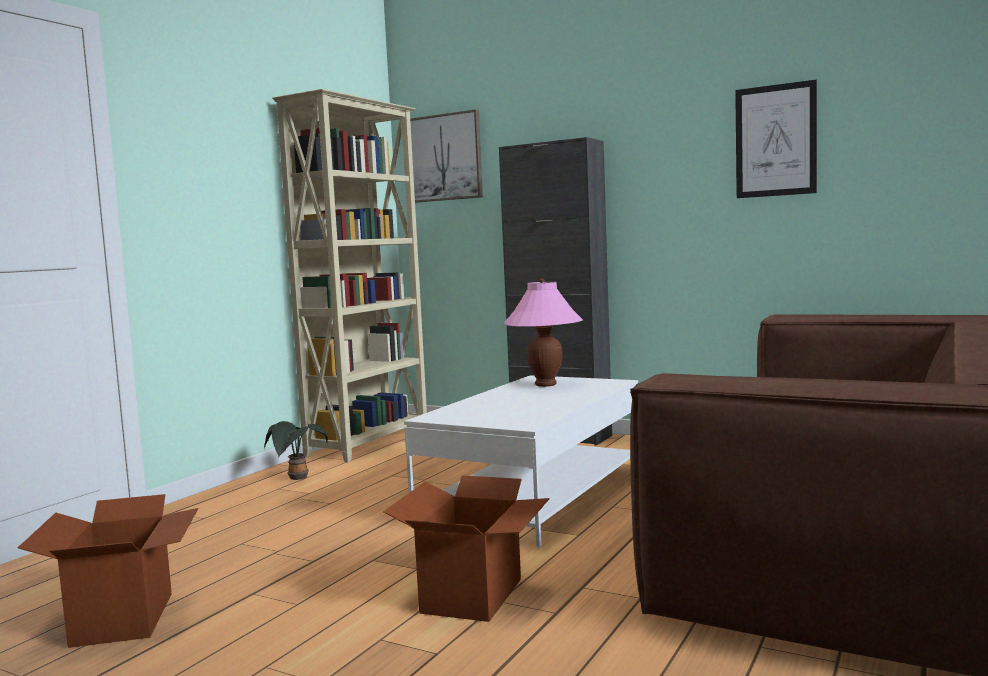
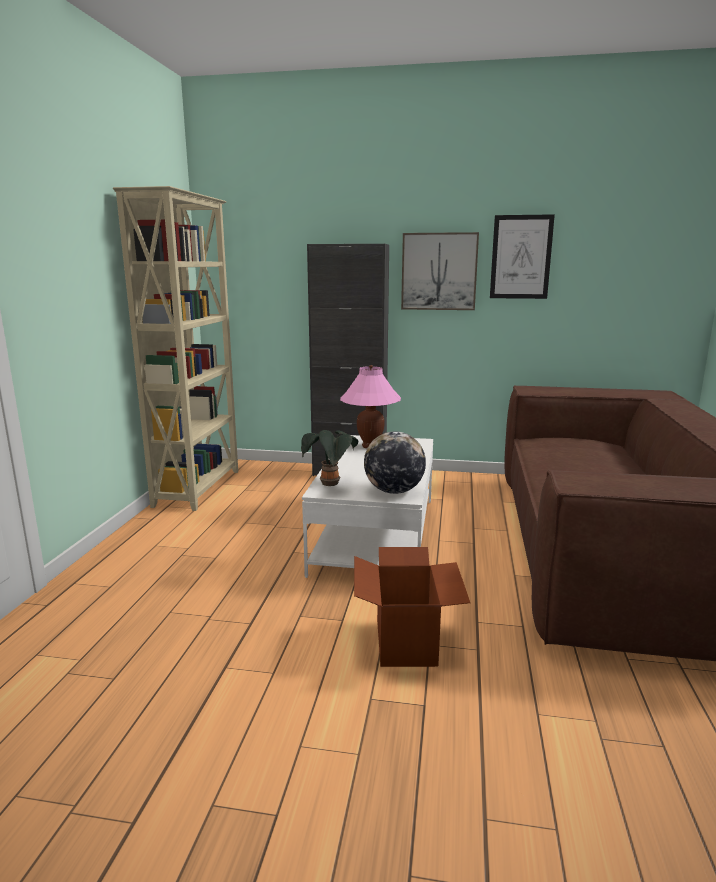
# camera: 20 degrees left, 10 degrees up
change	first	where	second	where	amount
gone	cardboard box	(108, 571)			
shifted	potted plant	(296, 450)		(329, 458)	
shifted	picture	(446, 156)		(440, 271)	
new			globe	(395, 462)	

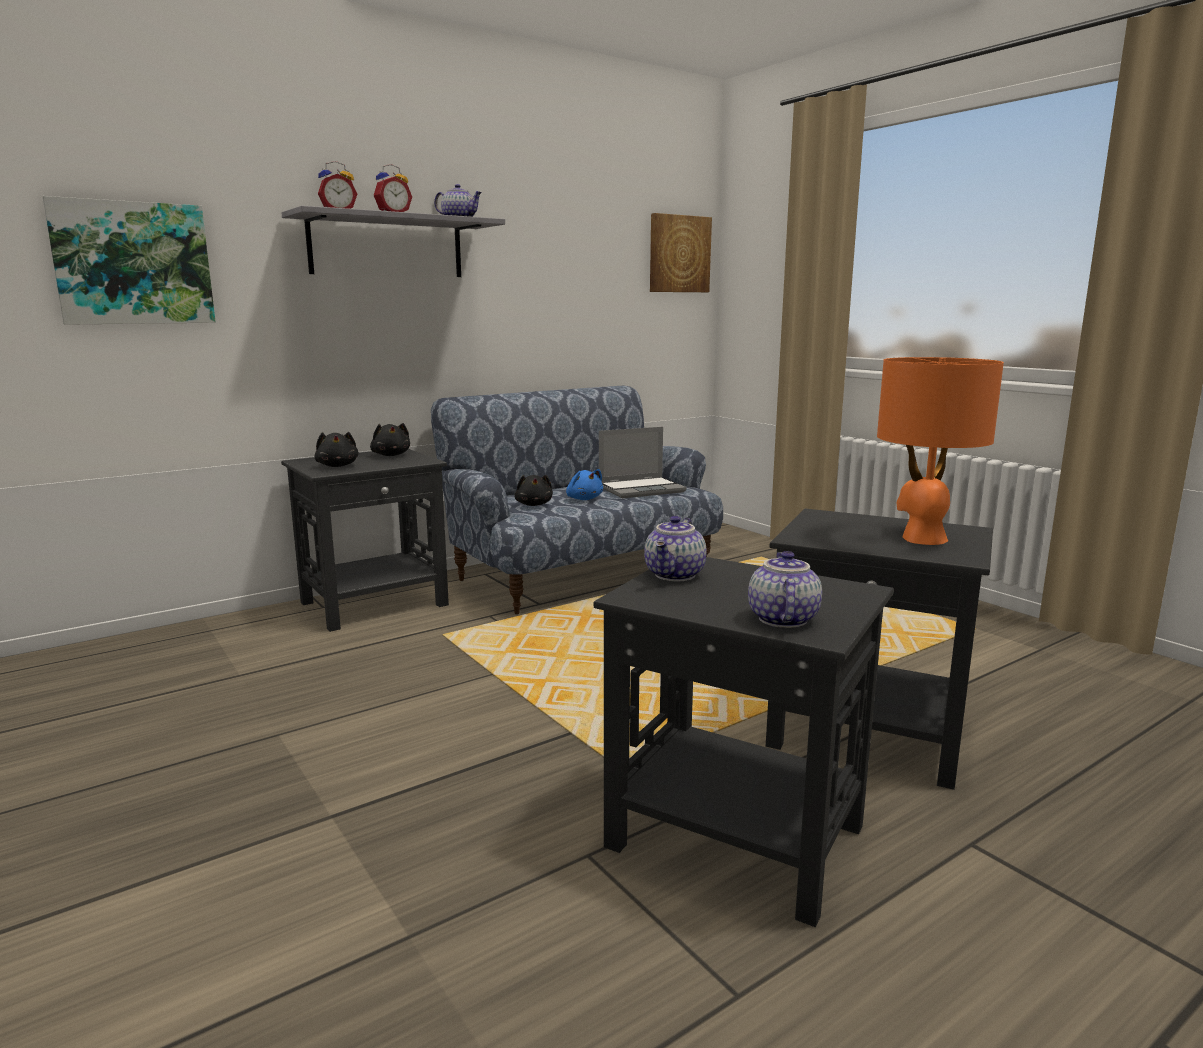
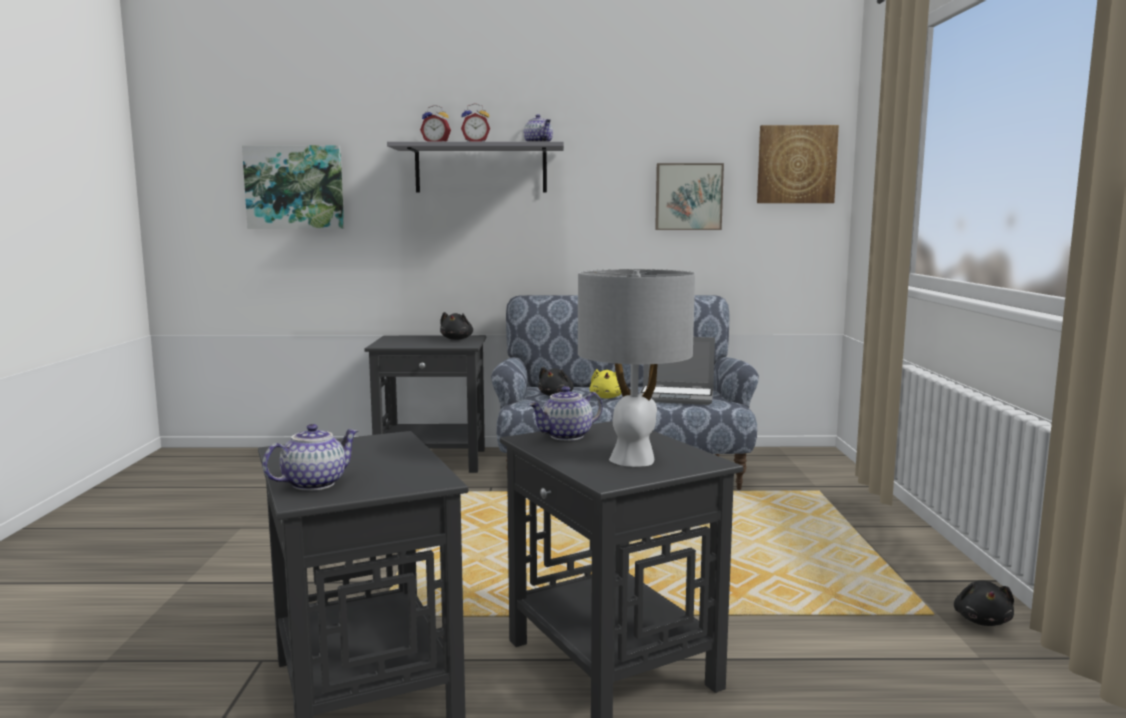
# camera: 35 degrees right, 5 degrees down
change	first	where	second	where	amount
shifted	plush toy (black)	(336, 449)		(984, 603)	
repainted	plush toy (blue)	(584, 484)	plush toy (yellow)	(606, 384)	
shifted	teapot	(675, 548)		(566, 413)	
repainted	table lamp (orange)	(940, 451)	table lamp (grey)	(636, 368)	
new			picture	(689, 196)	

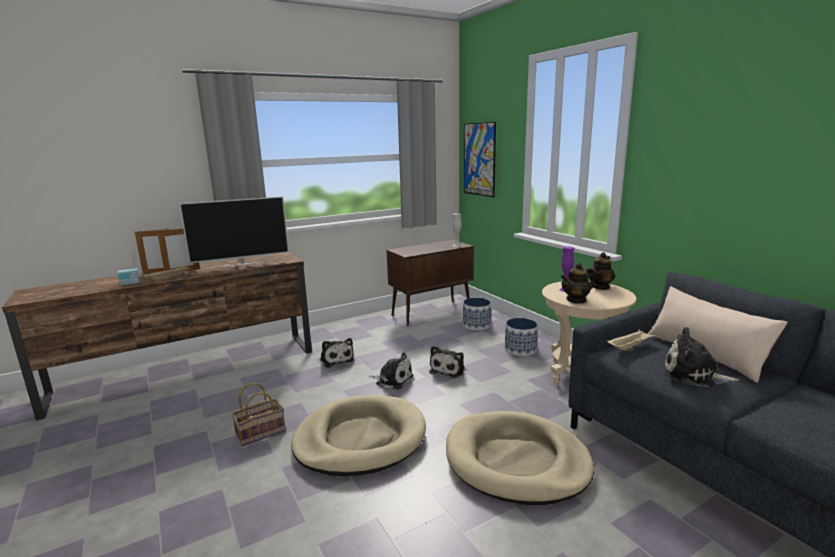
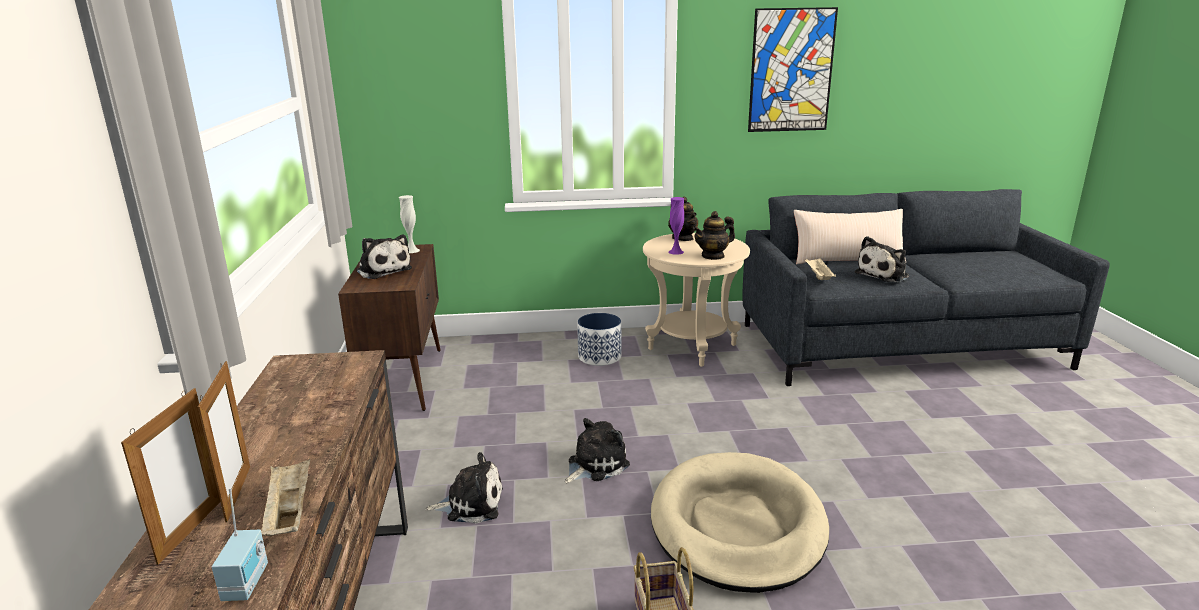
# camera: 65 degrees left, 5 degrees up
change	first	where	second	where	amount
gone	television	(234, 232)			
shifted	plush toy	(447, 362)		(384, 256)	
gone	dog bed (beige)	(520, 458)			
gone	planter	(477, 314)			
shifted	picture	(480, 159)		(793, 69)	
rotated	teapot	(577, 283)		(714, 235)	60 degrees clockwise

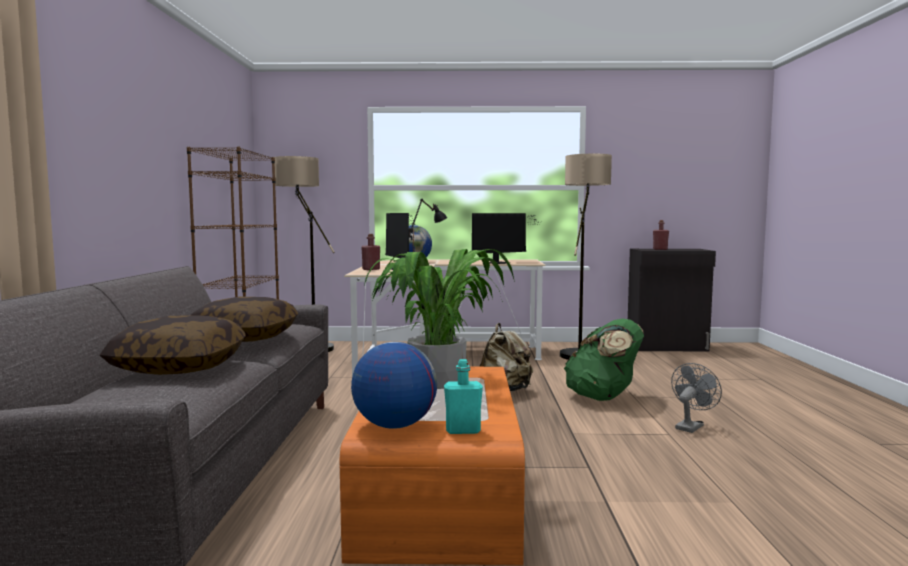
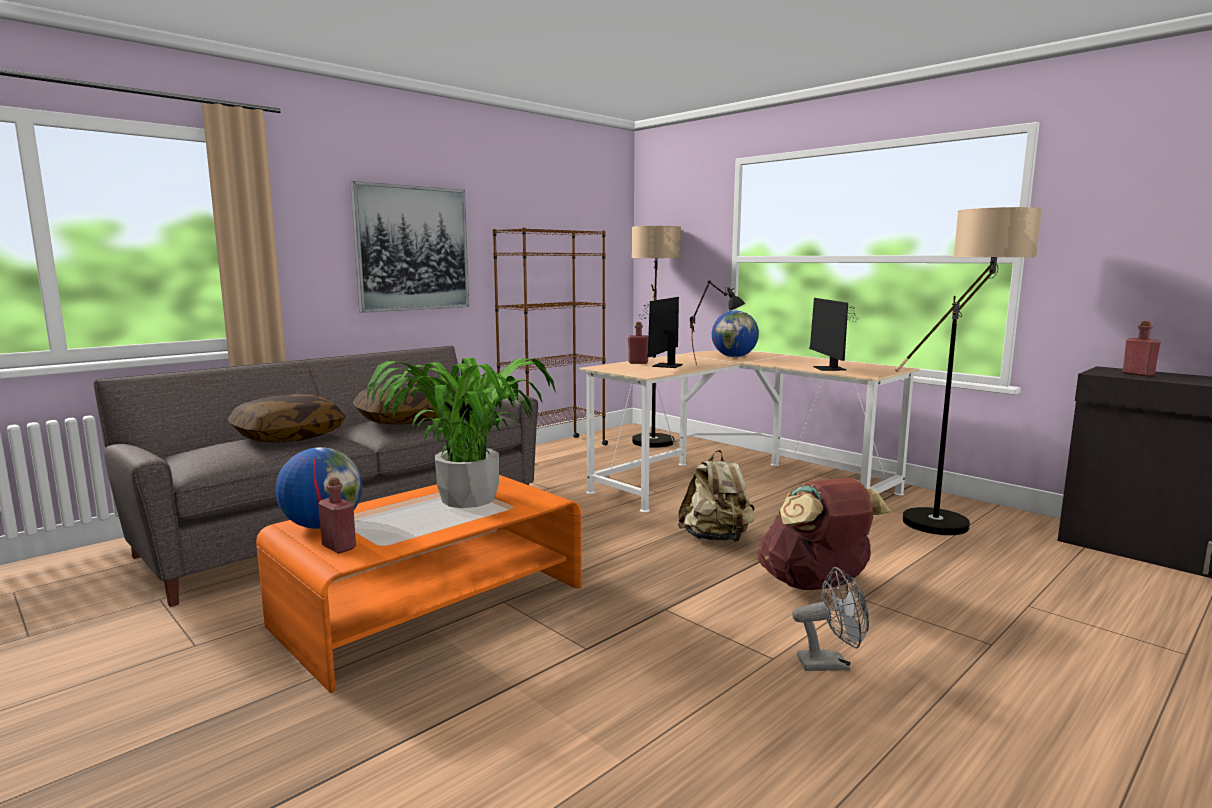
# camera: 45 degrees right, 5 degrees up
change	first	where	second	where	amount
repainted	bottle (turquoise)	(463, 396)	bottle (red)	(337, 515)	
rotated	monitor	(504, 238)		(832, 334)	75 degrees clockwise
repainted	backpack (green)	(604, 360)	backpack (brown)	(824, 534)	
new			picture	(409, 247)	

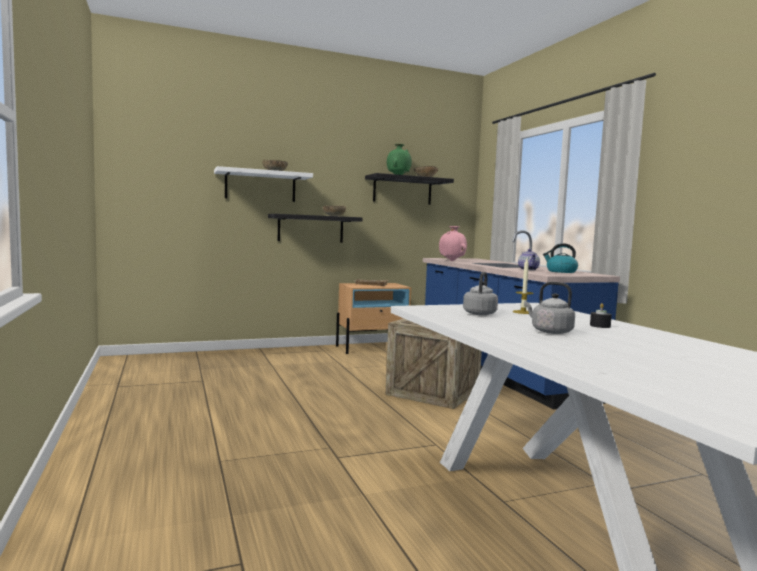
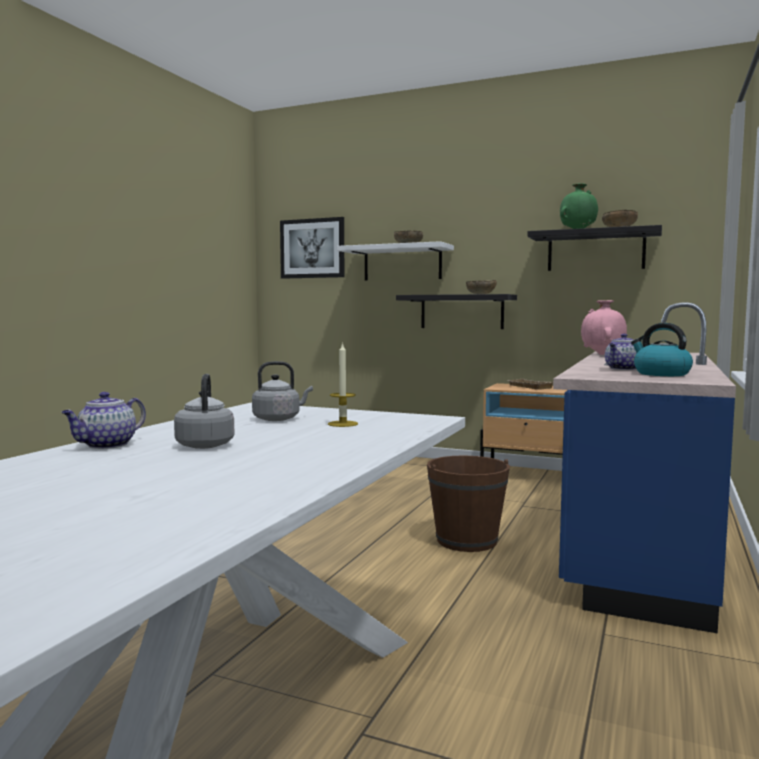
# camera: 45 degrees right, 0 degrees up
change	first	where	second	where	amount
swapped	crate	(434, 364)	bucket (brown)	(468, 503)	
gone	candle (black)	(601, 315)			
new			teapot	(103, 420)	
new			picture	(312, 248)	

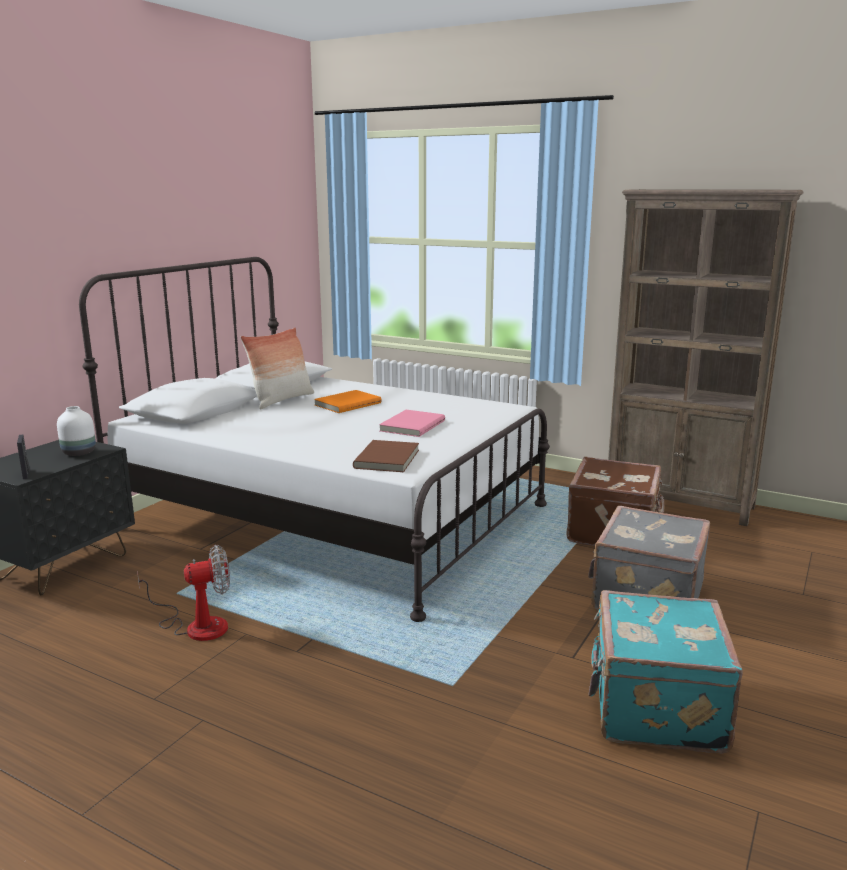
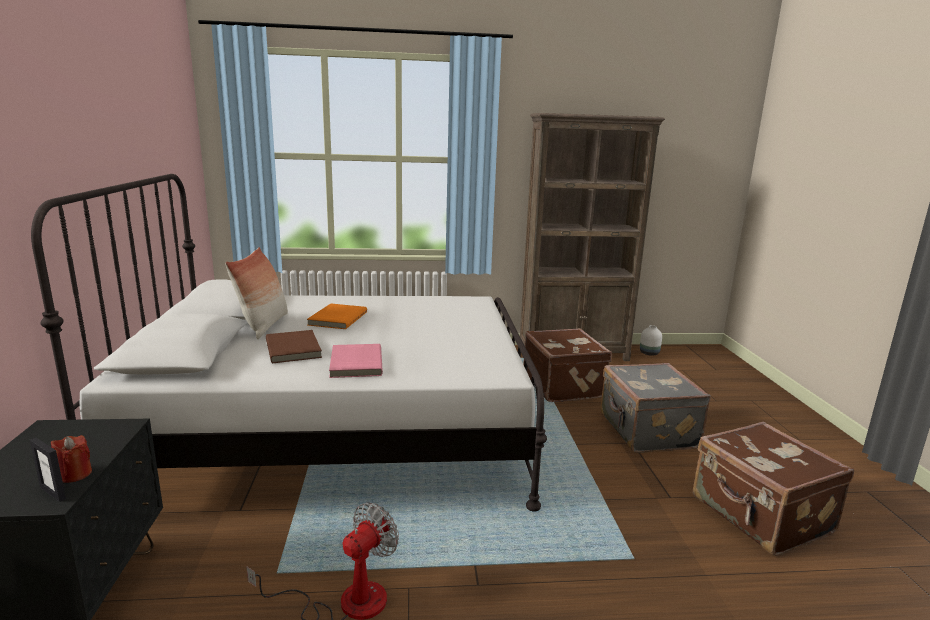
# camera: 35 degrees left, 0 degrees up
change	first	where	second	where	amount
shifted	vase (white)	(76, 431)		(651, 340)	
shifted	book (brown)	(386, 456)		(294, 346)	
shifted	book (pink)	(412, 423)		(356, 361)	
repainted	suitcase (turquoise)	(666, 671)	suitcase (brown)	(773, 489)	
new			candle (red)	(71, 459)	

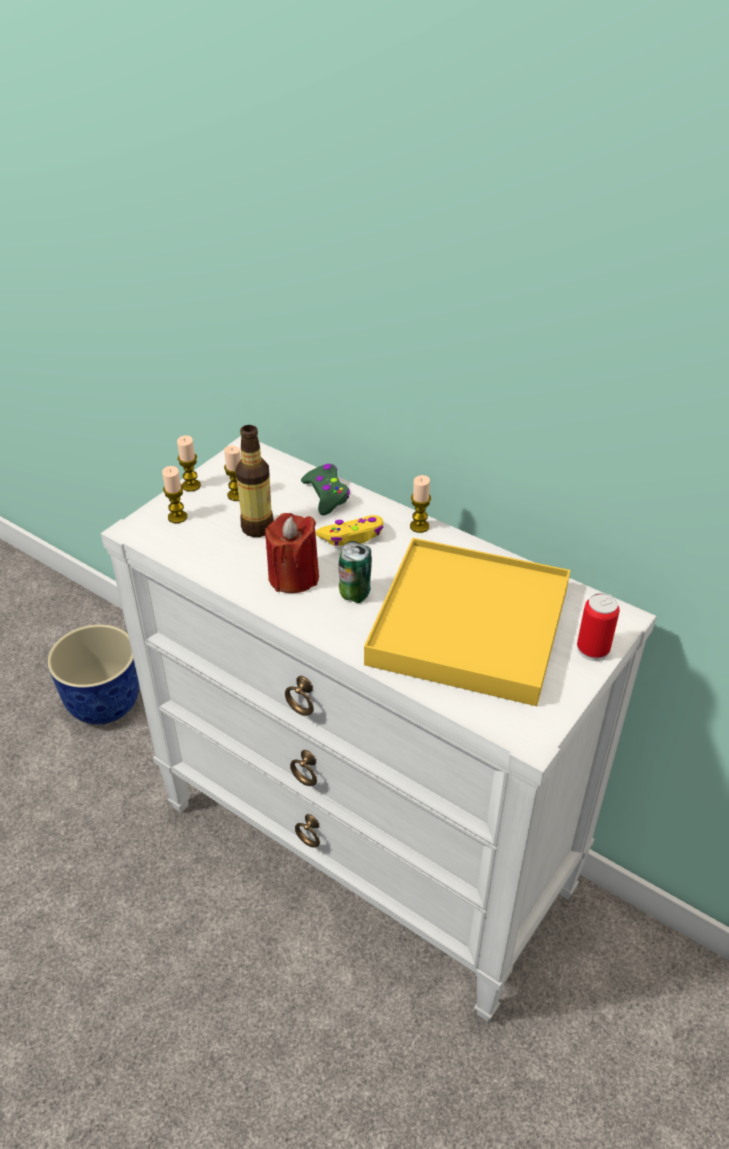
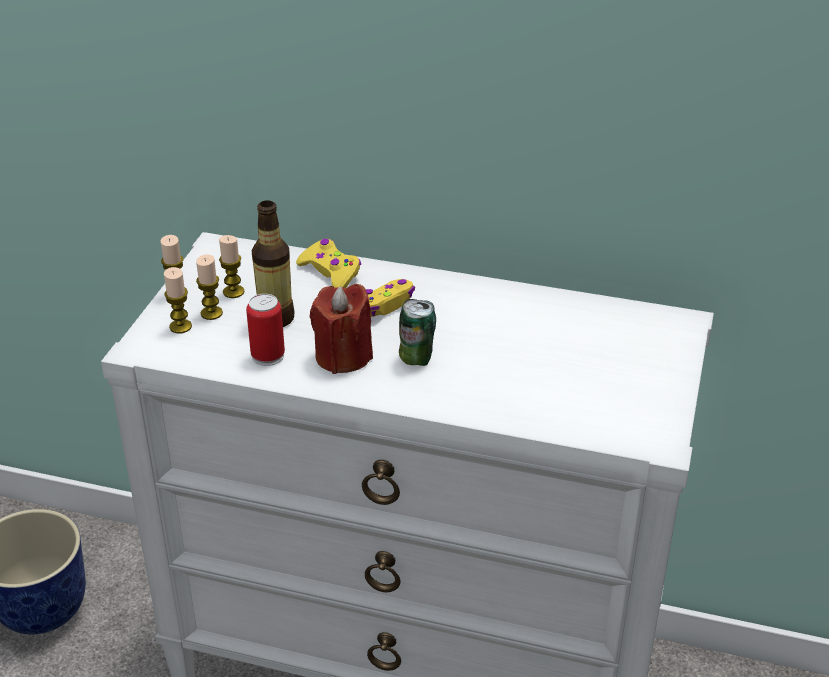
# camera: 20 degrees left, 5 degrees down
change	first	where	second	where	amount
repainted	game controller (green)	(325, 490)	game controller (yellow)	(328, 263)	
gone	tray (yellow)	(467, 622)			
shifted	candle	(420, 504)		(209, 287)	
shifted	can	(598, 627)		(265, 330)	

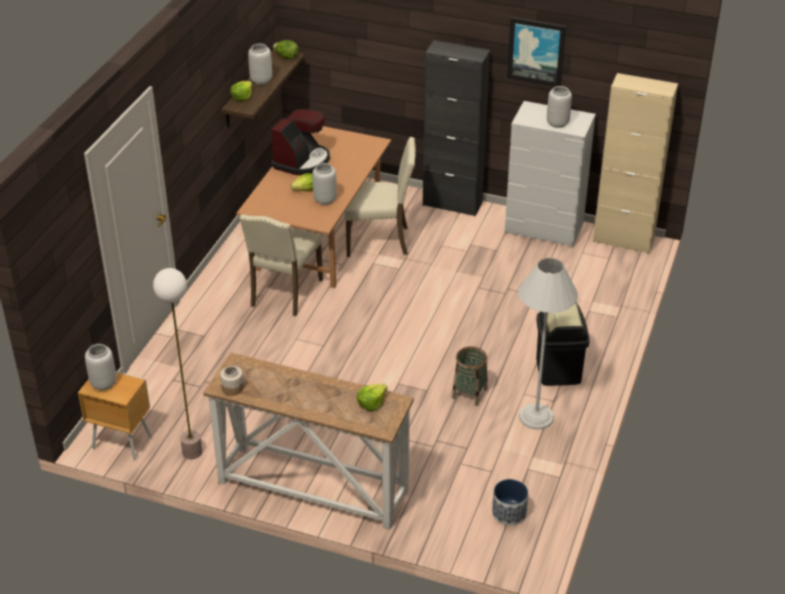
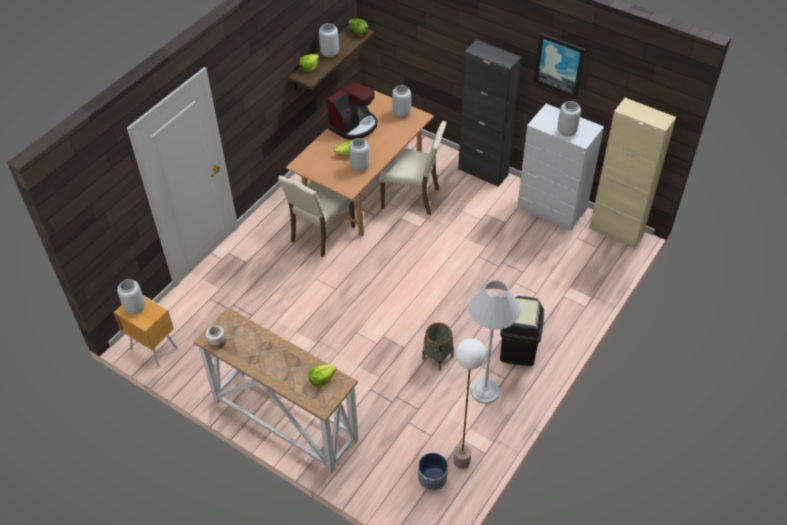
# camera: 15 degrees right, 10 degrees up
change	first	where	second	where	amount
shifted	floor lamp	(177, 363)		(469, 403)	
new			vase (grey)	(401, 101)	

